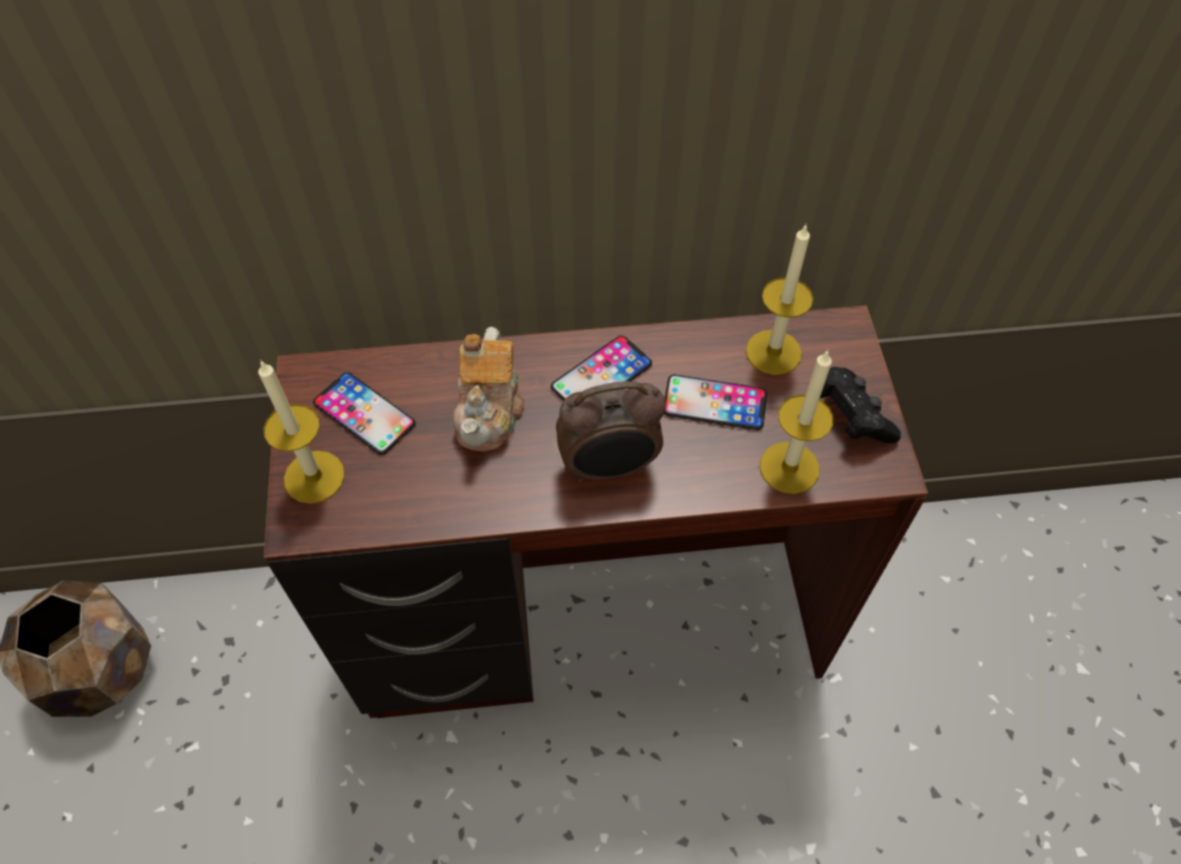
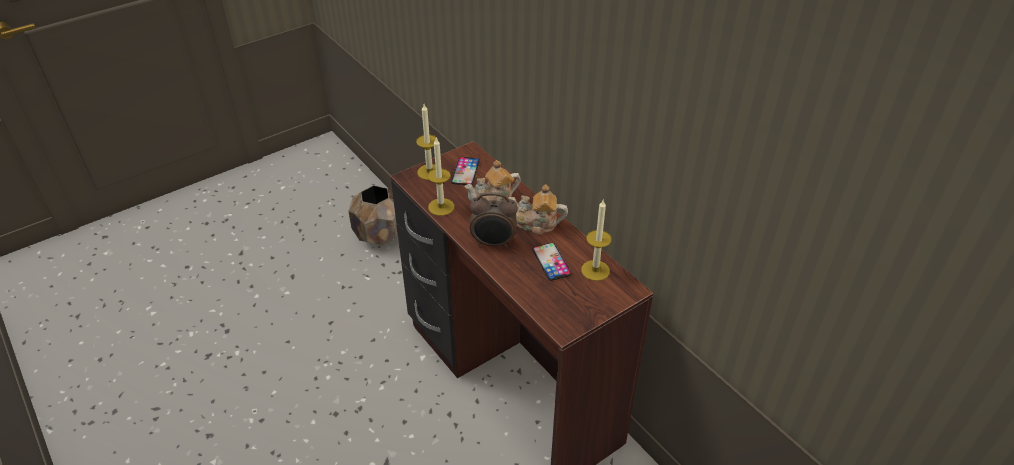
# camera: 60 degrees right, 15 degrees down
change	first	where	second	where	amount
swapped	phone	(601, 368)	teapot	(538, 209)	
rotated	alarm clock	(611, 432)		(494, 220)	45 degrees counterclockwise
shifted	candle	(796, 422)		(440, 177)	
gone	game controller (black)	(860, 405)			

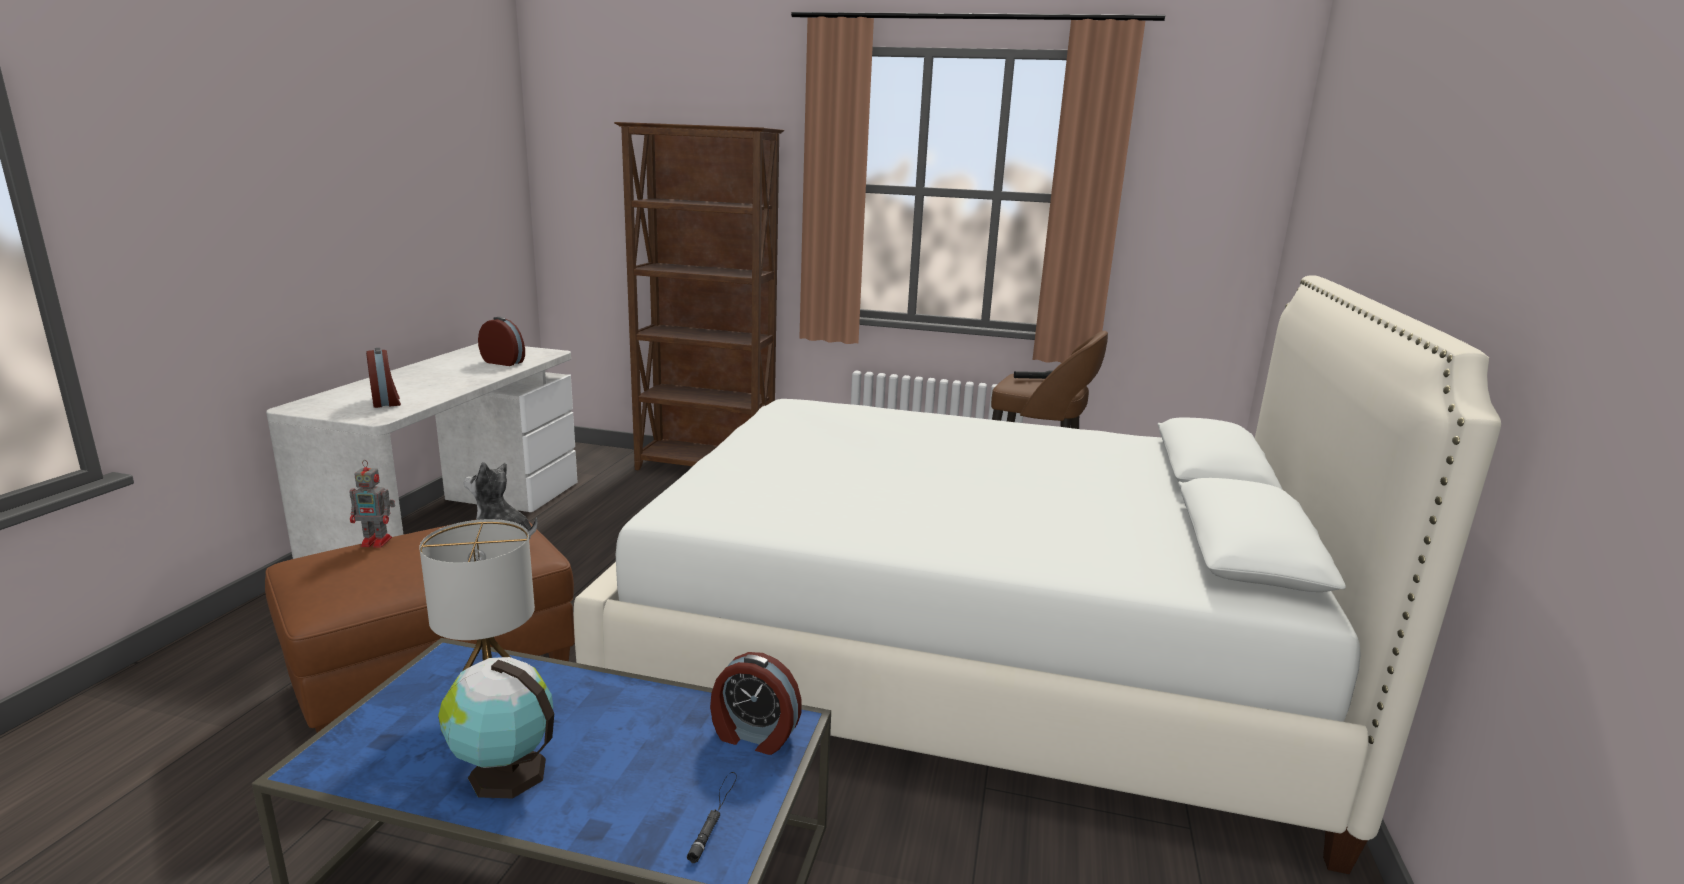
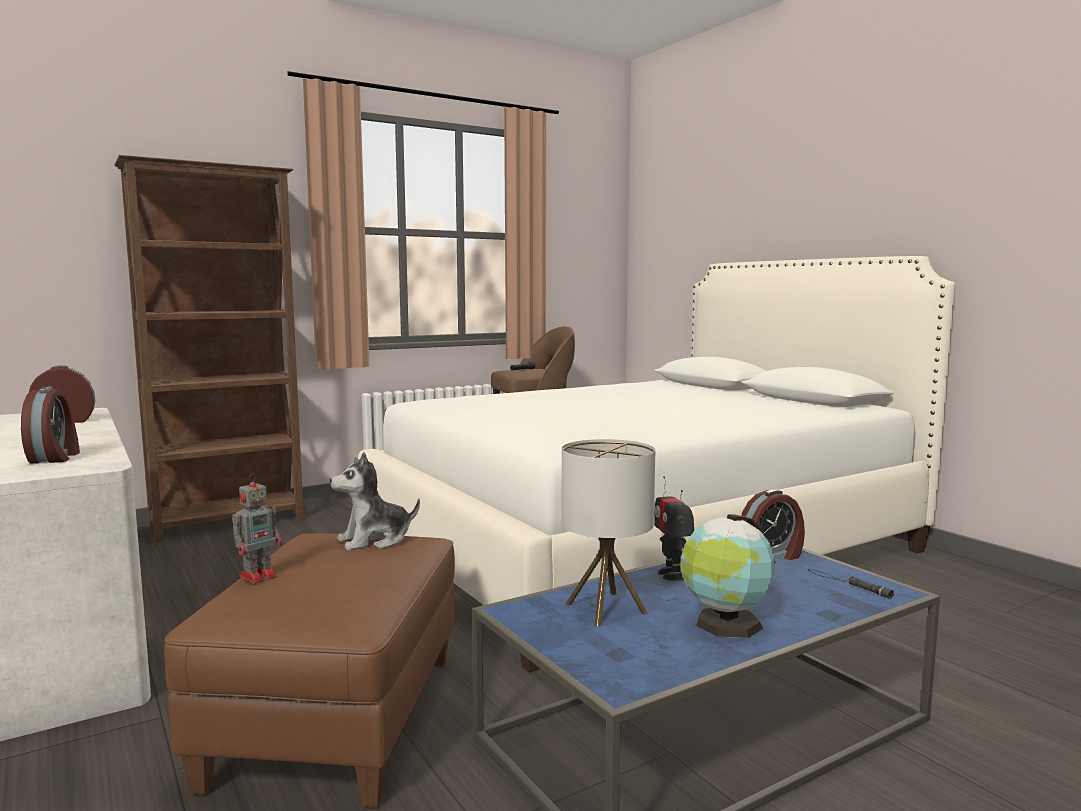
# camera: 45 degrees left, 10 degrees down
change	first	where	second	where	amount
rotated	alarm clock	(383, 378)		(50, 425)	60 degrees clockwise
new			toy robot	(674, 528)	

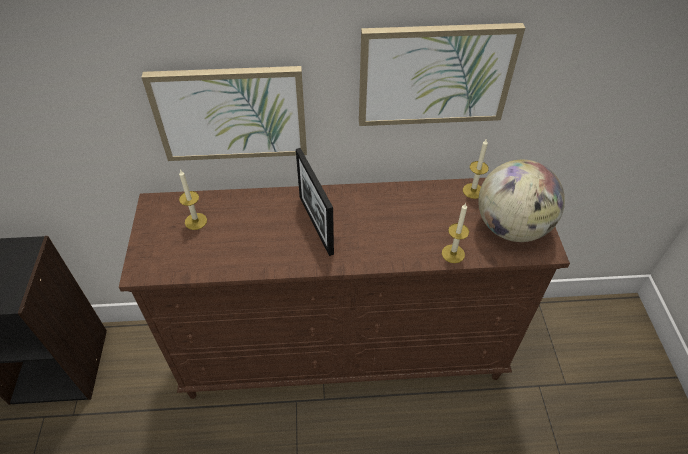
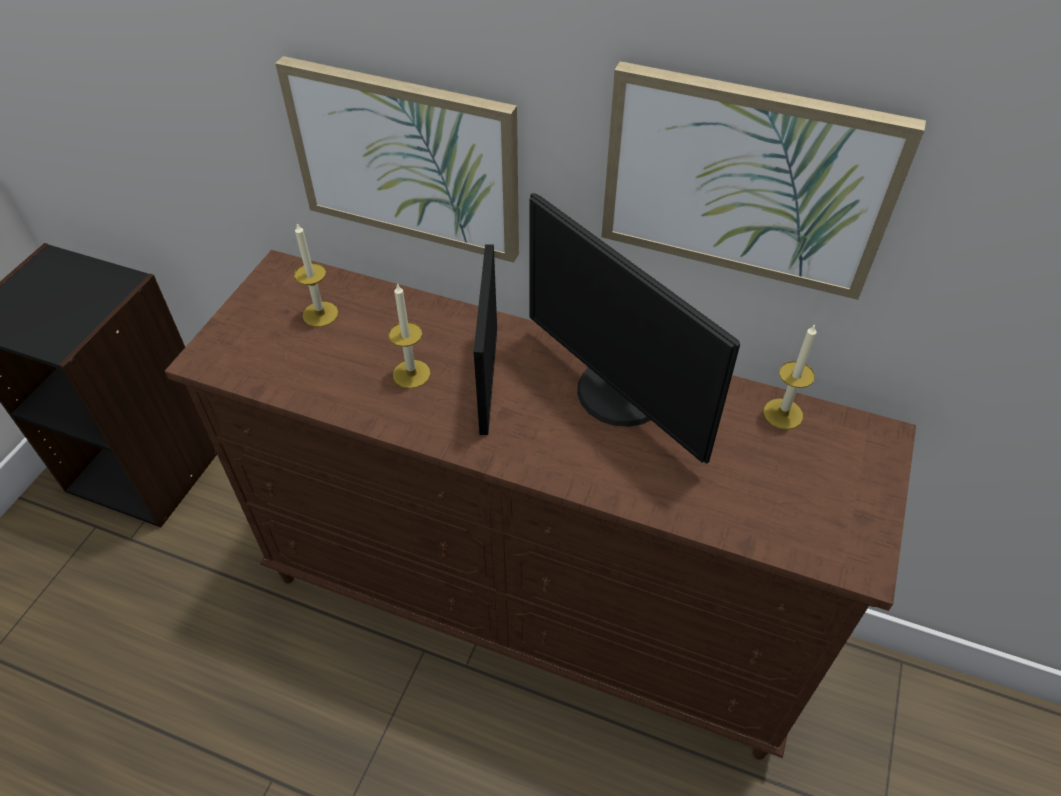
# camera: 25 degrees right, 0 degrees up
change	first	where	second	where	amount
shifted	candle	(455, 233)		(409, 336)	
gone	globe	(521, 201)			
new			monitor	(634, 328)	

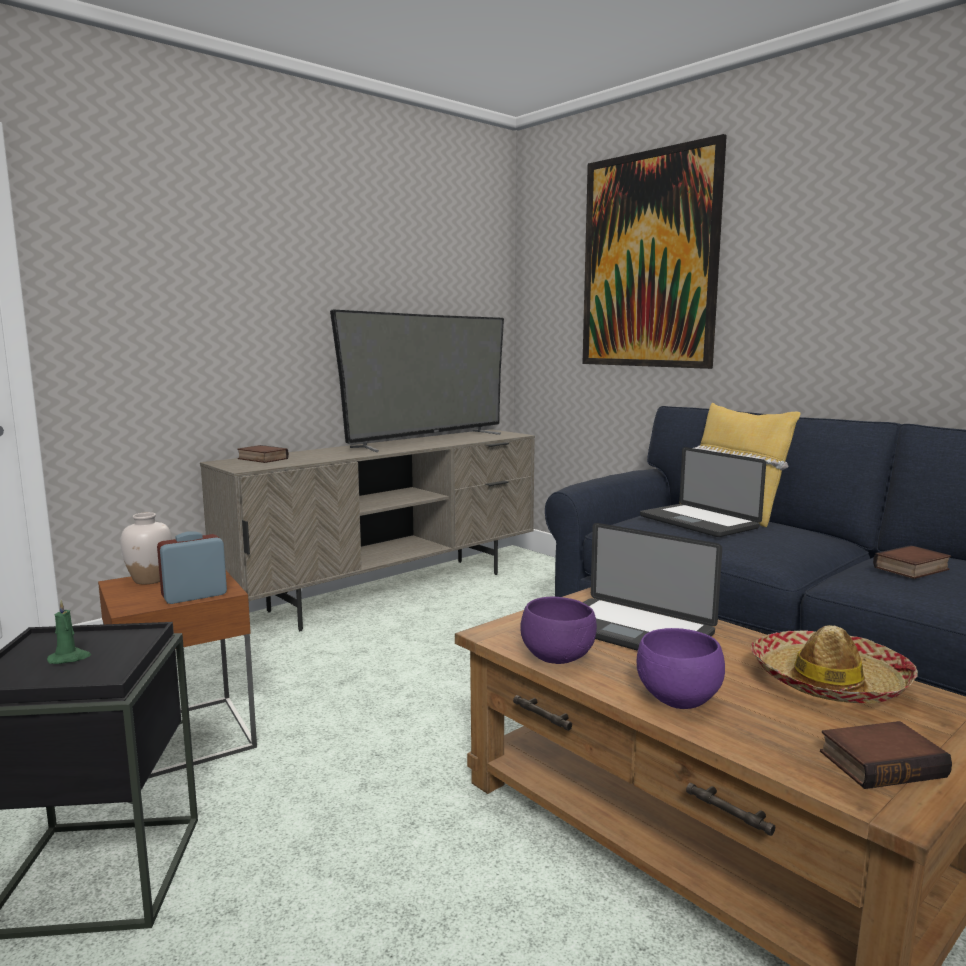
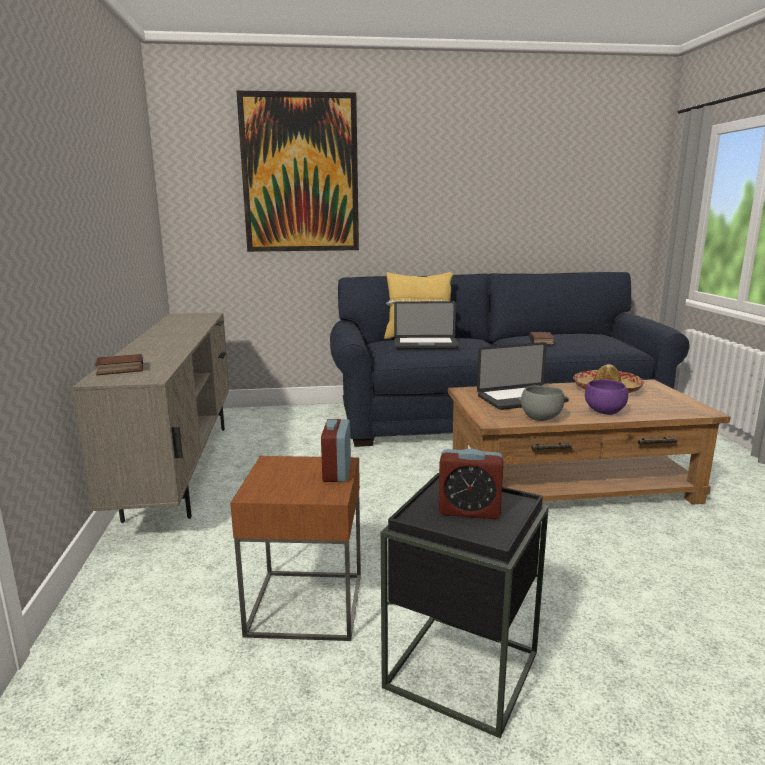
# camera: 55 degrees left, 5 degrees up
change	first	where	second	where	amount
swapped	candle (green)	(69, 632)	alarm clock	(470, 484)	
gone	vase (white)	(146, 548)			
gone	television	(417, 381)			
repainted	bowl (purple)	(558, 630)	bowl (grey)	(542, 403)	
gone	book	(886, 755)			

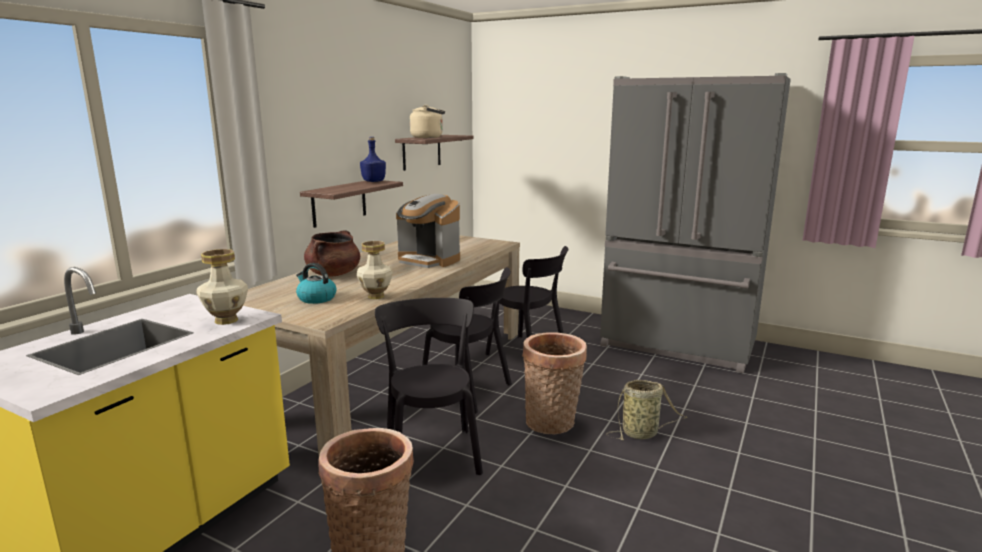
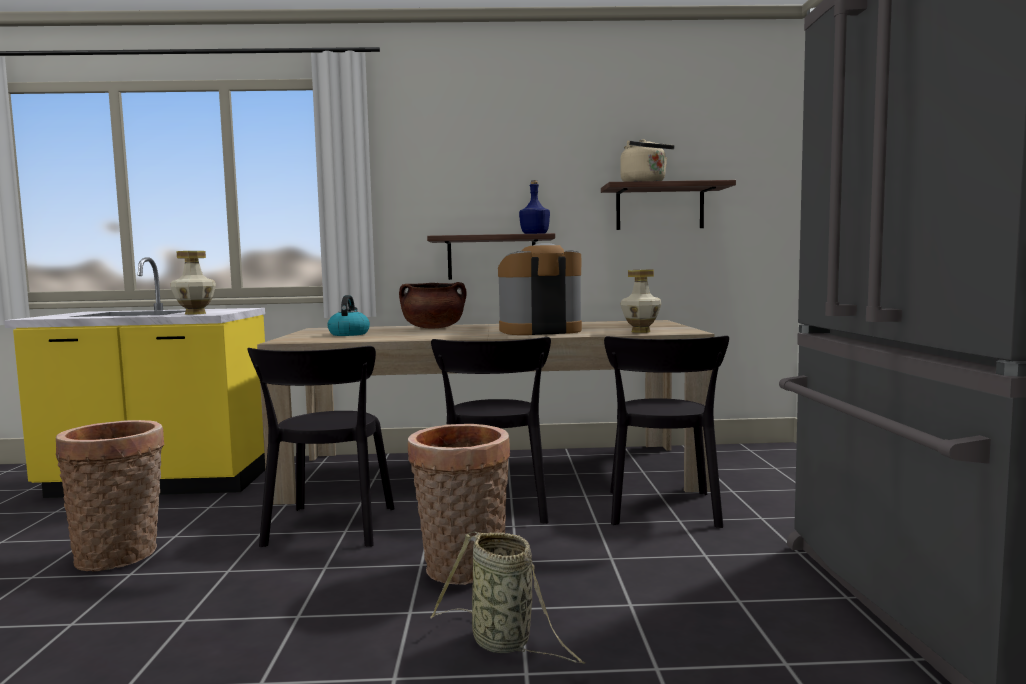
# camera: 60 degrees right, 10 degrees down
change	first	where	second	where	amount
shifted	vase	(375, 270)		(640, 301)	
rotated	chair (black)	(429, 386)		(321, 446)	135 degrees clockwise
rotated	coffee machine	(428, 231)		(540, 289)	75 degrees clockwise

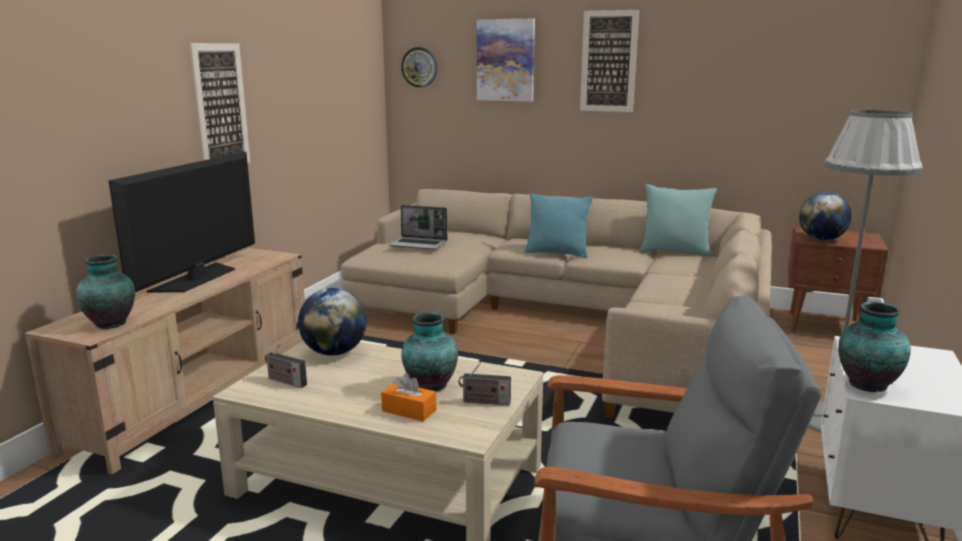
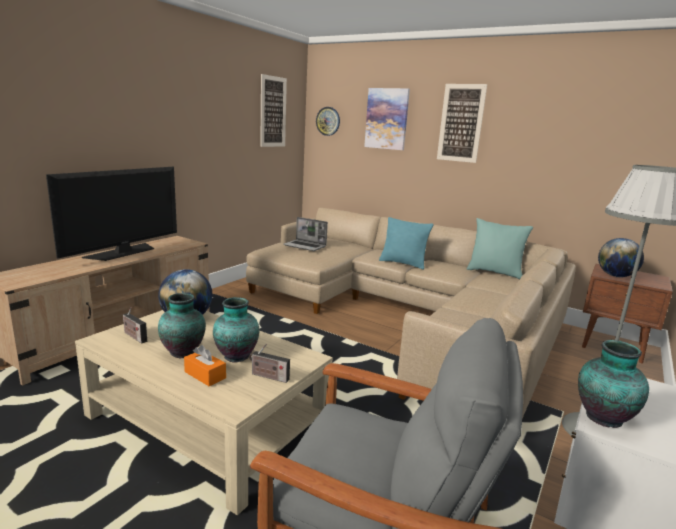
# camera: 10 degrees right, 0 degrees up
change	first	where	second	where	amount
shifted	vase	(105, 292)		(182, 325)	
shifted	picture	(219, 103)		(273, 110)	

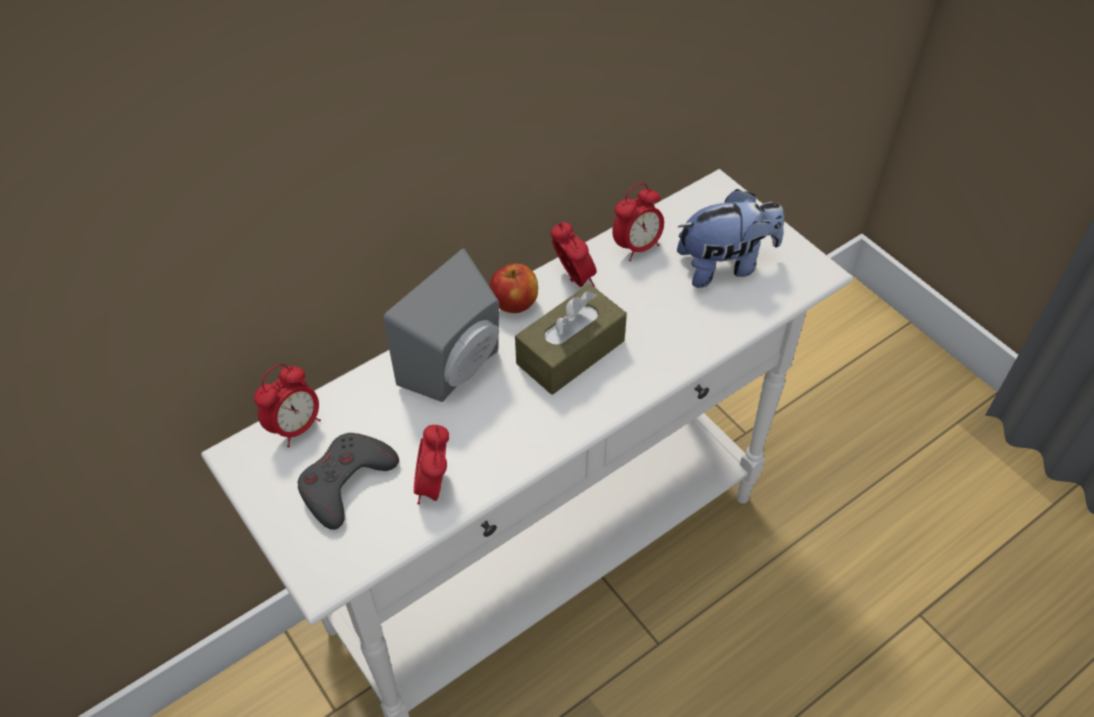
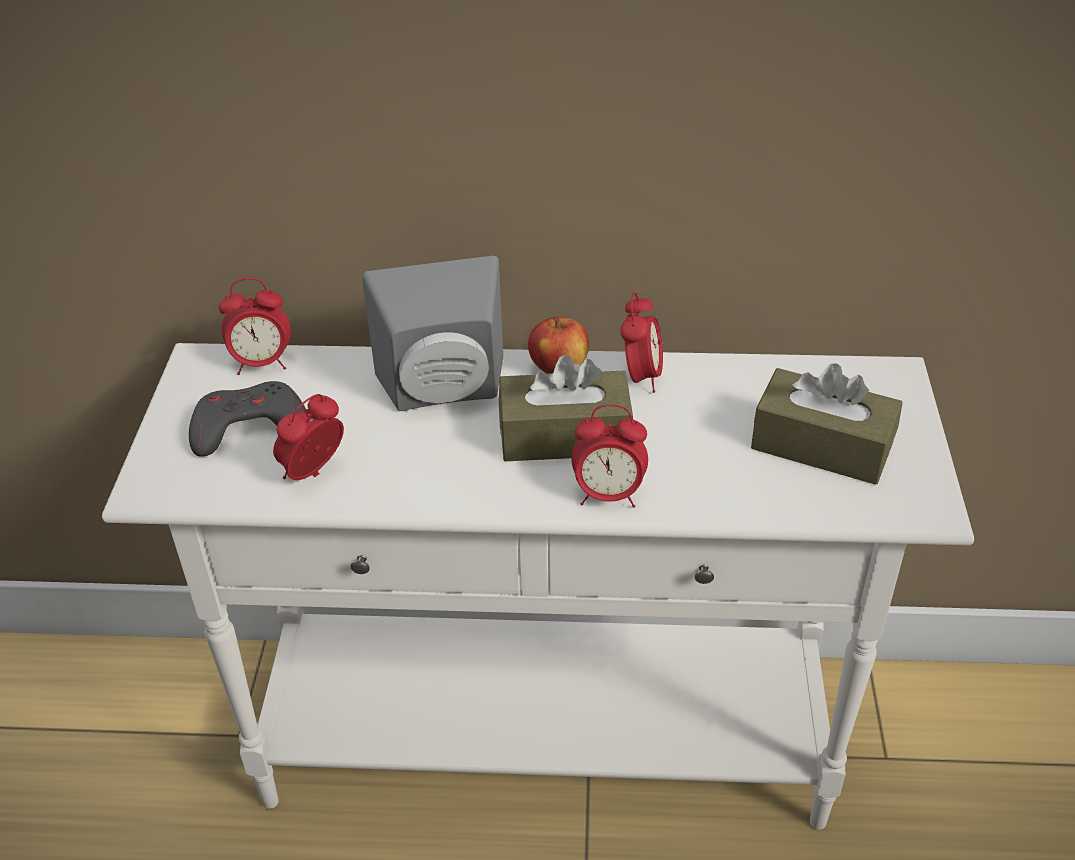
# camera: 40 degrees right, 10 degrees down
change	first	where	second	where	amount
shifted	alarm clock	(638, 222)		(610, 456)	
swapped	plush toy	(730, 238)	tissue box (brown)	(827, 424)	

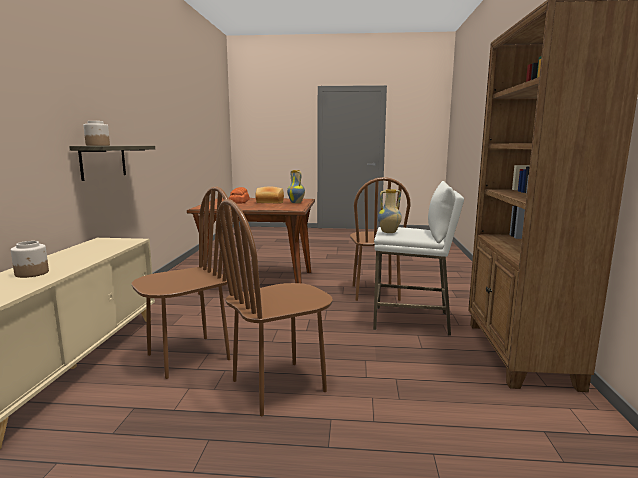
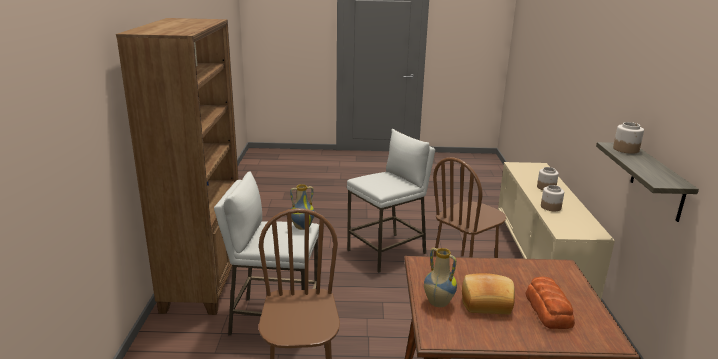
# camera: 175 degrees right, 10 degrees up
change	first	where	second	where	amount
swapped	chair (brown)	(275, 307)	stool (white)	(391, 201)	
new			jar	(552, 198)	

